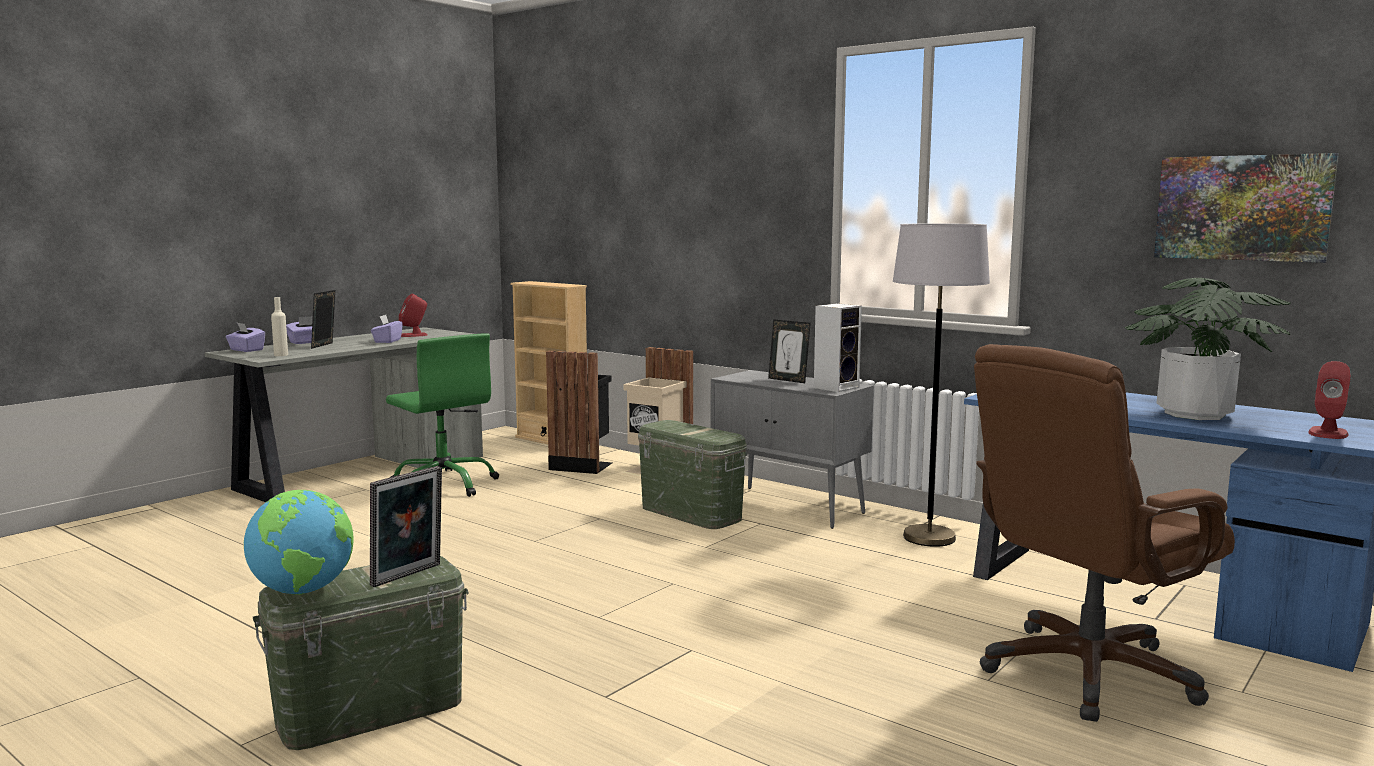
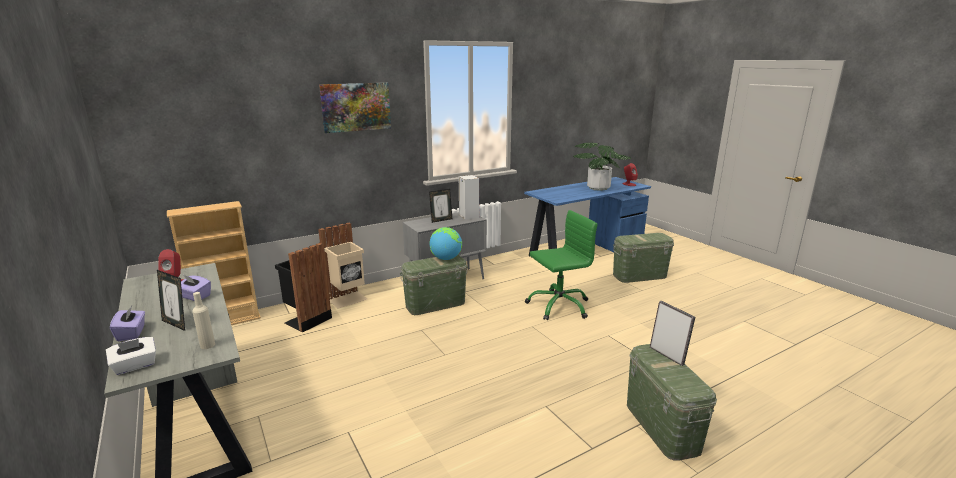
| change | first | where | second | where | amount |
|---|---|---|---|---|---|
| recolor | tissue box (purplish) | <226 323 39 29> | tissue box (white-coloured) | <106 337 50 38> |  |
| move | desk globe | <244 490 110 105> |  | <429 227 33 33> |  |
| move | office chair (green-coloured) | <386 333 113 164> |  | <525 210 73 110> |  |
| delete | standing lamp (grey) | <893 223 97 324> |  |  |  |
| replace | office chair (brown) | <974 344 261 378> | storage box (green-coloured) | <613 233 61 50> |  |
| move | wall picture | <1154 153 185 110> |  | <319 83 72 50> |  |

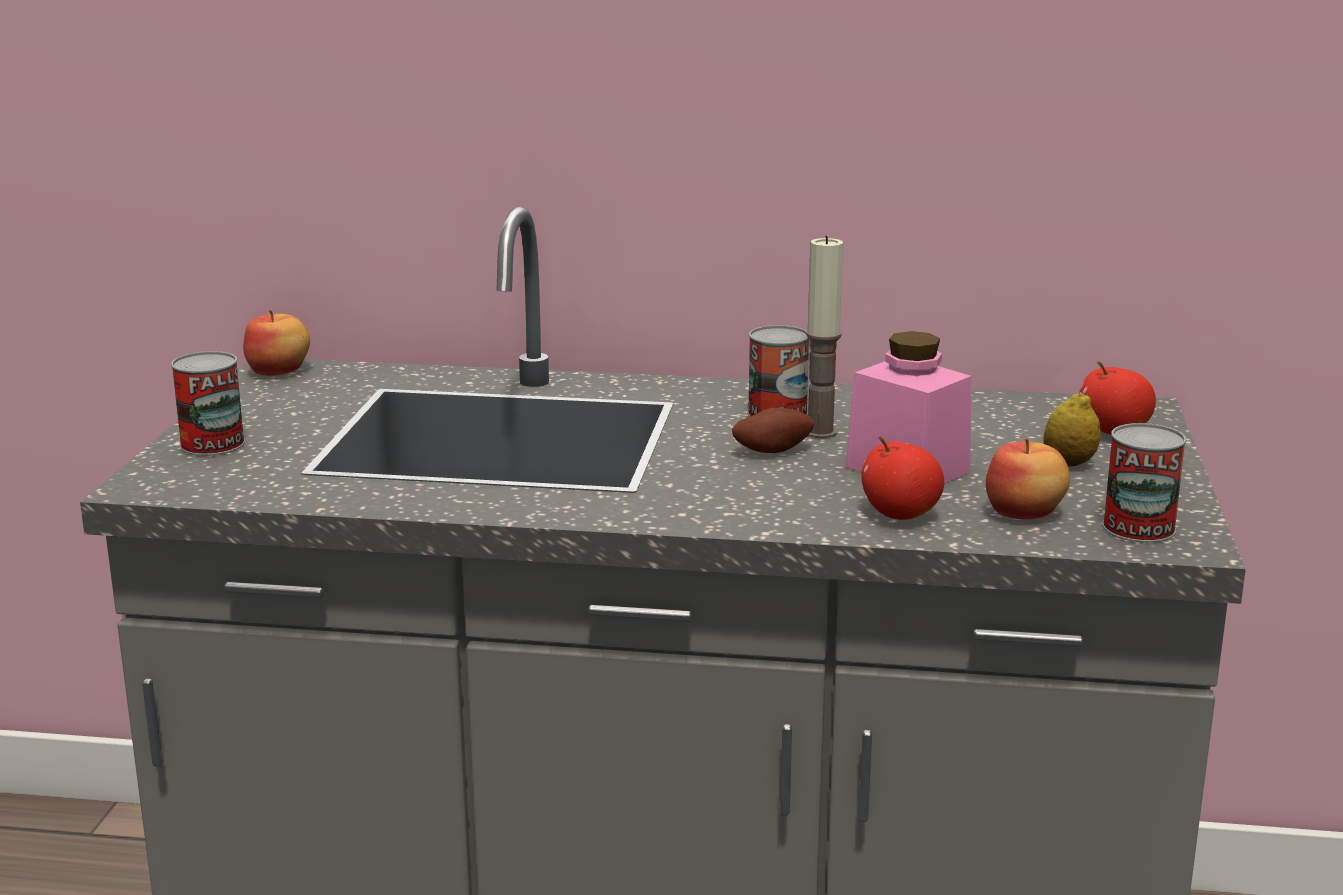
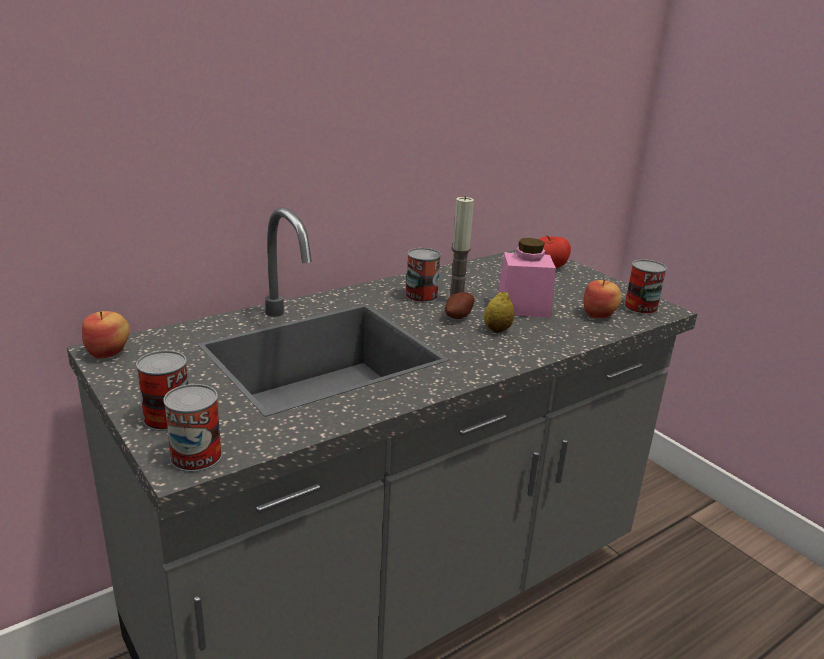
| change | first | where | second | where | amount |
|---|---|---|---|---|---|
| delete | whole apple | <861 436 83 84> |  |  |  |
| move | whole lemon | <1043 392 58 74> |  | <484 291 30 42> |  |
| insert |  |  | metal can | <163 384 59 88> |  |

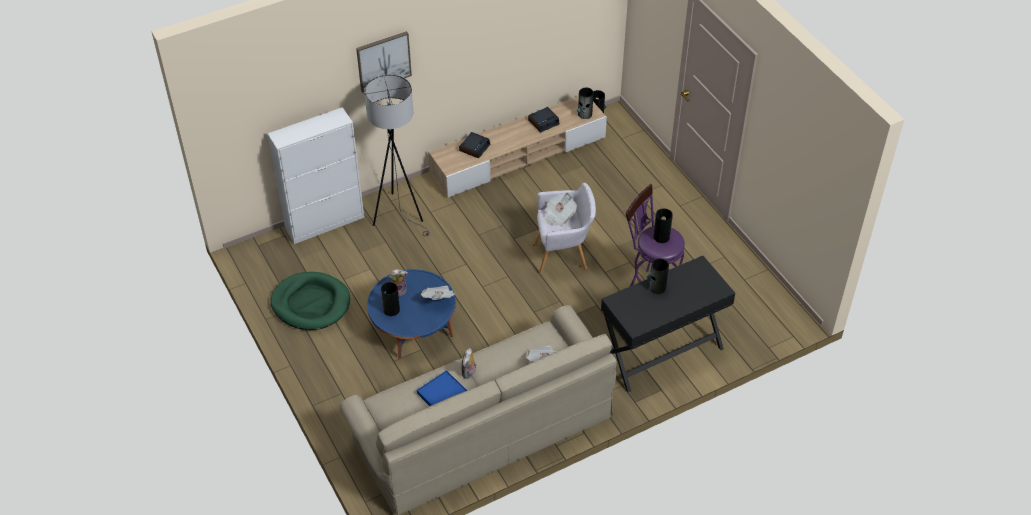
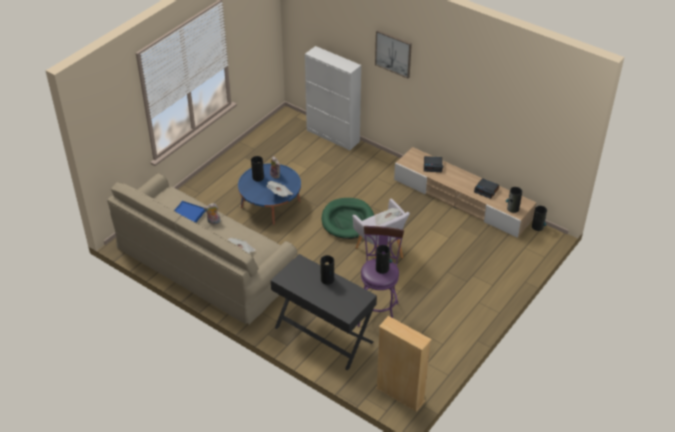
| change | first | where | second | where | amount |
|---|---|---|---|---|---|
| move | pet bed (green-coloured) | <270 272 80 58> |  | <322 198 52 41> |  |
| delete | standing lamp (grey) | <364 75 66 161> |  |  |  |
| insert |  |  | bookcase (sand-coloured) | <376 316 56 96> |  |

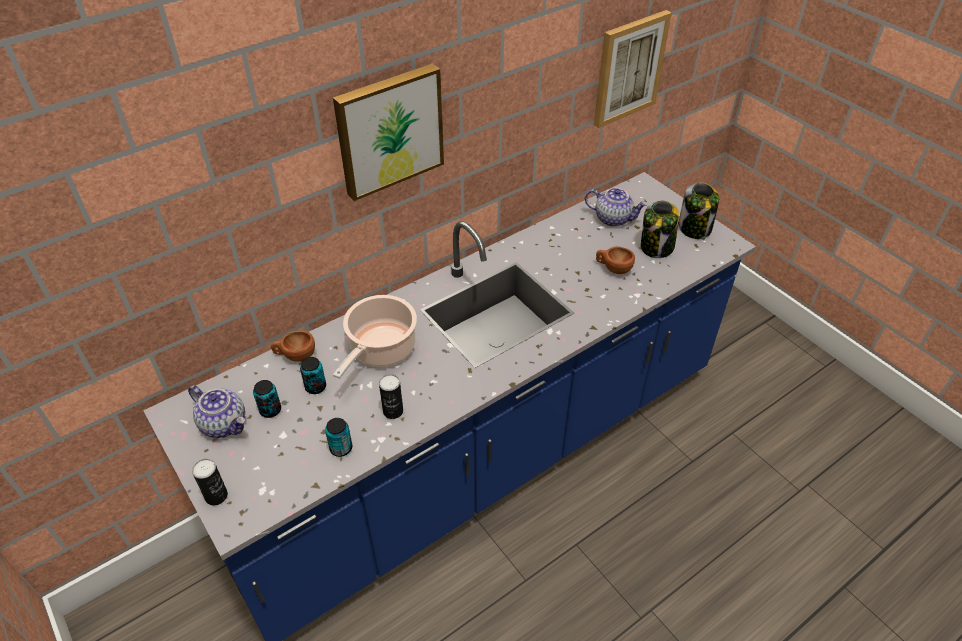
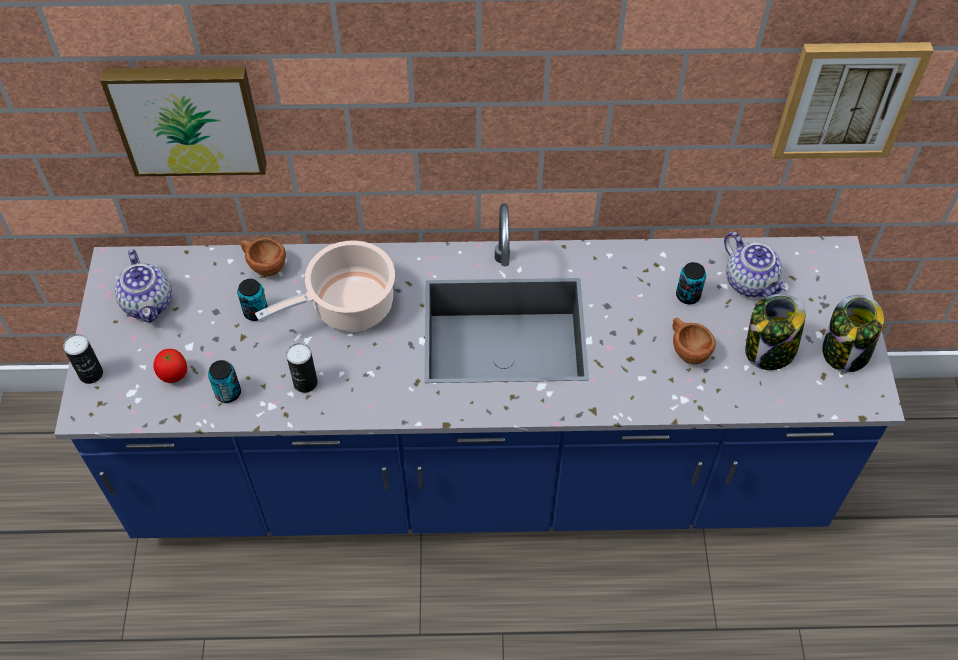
| change | first | where | second | where | amount |
|---|---|---|---|---|---|
| move | metal can | <253 380 28 38> |  | <676 262 30 42> |  |
| move | wall picture | <333 63 111 138> |  | <100 67 167 110> |  |
| insert |  |  | fresh tomato | <153 349 34 34> |  |

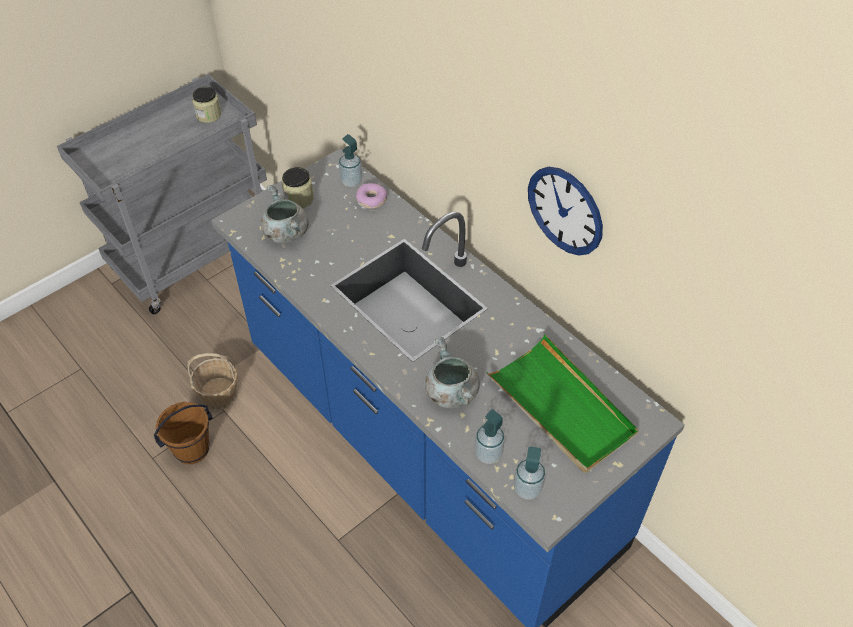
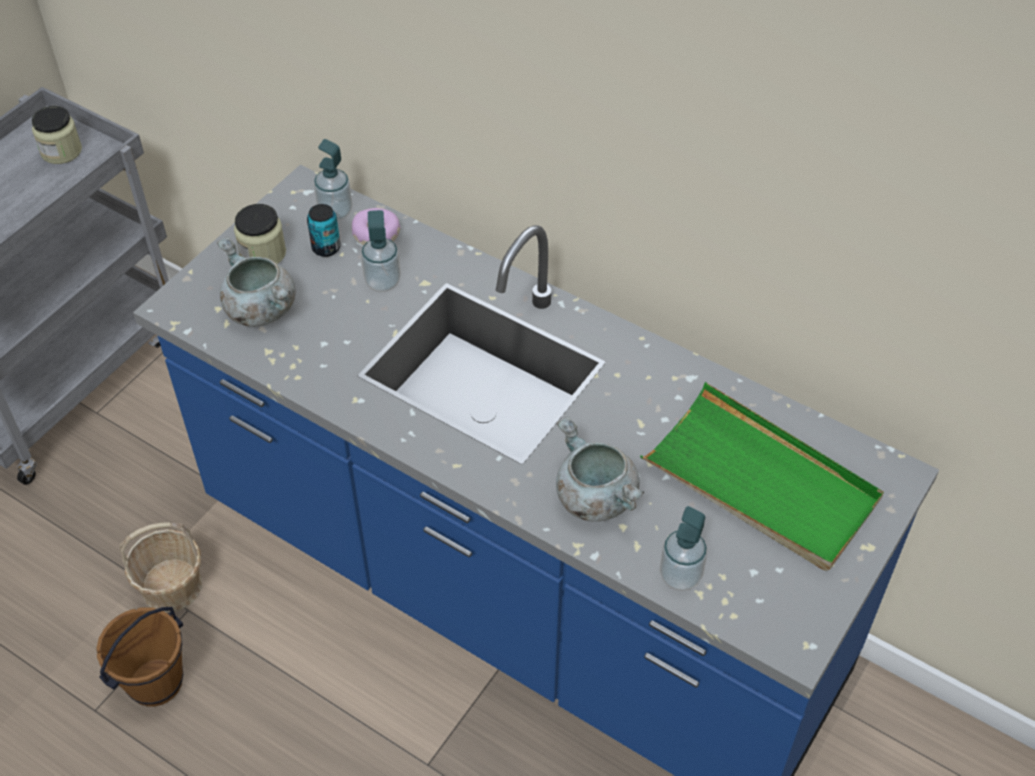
| change | first | where | second | where | amount |
|---|---|---|---|---|---|
| move | soap bottle | <514 446 31 54> |  | <361 210 40 82> |  |
| delete | wall clock | <528 167 75 89> |  |  |  |
| insert |  |  | metal can | <307 204 34 53> |  |

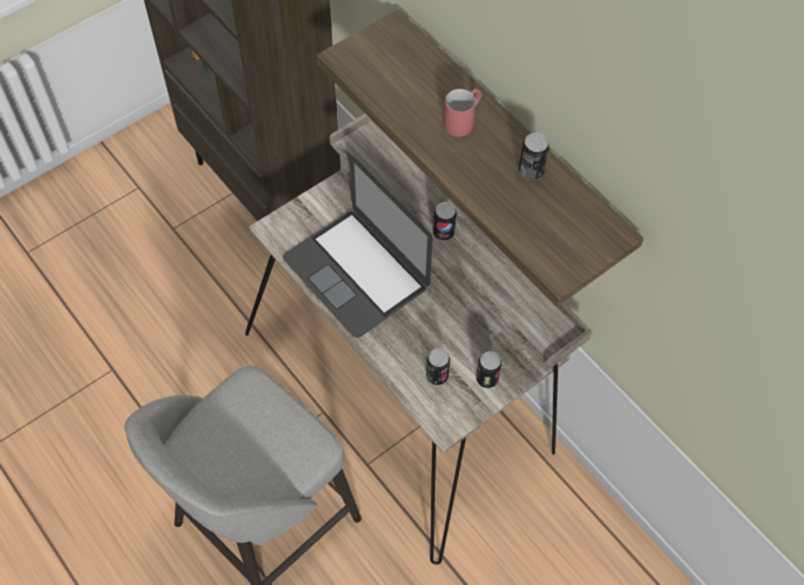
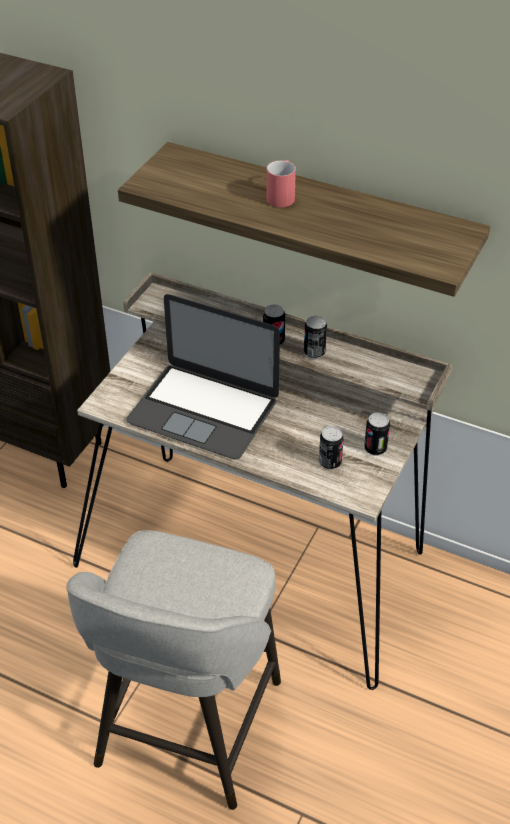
| change | first | where | second | where | amount |
|---|---|---|---|---|---|
| move | metal can | <519 133 30 47> |  | <304 316 23 43> |  |

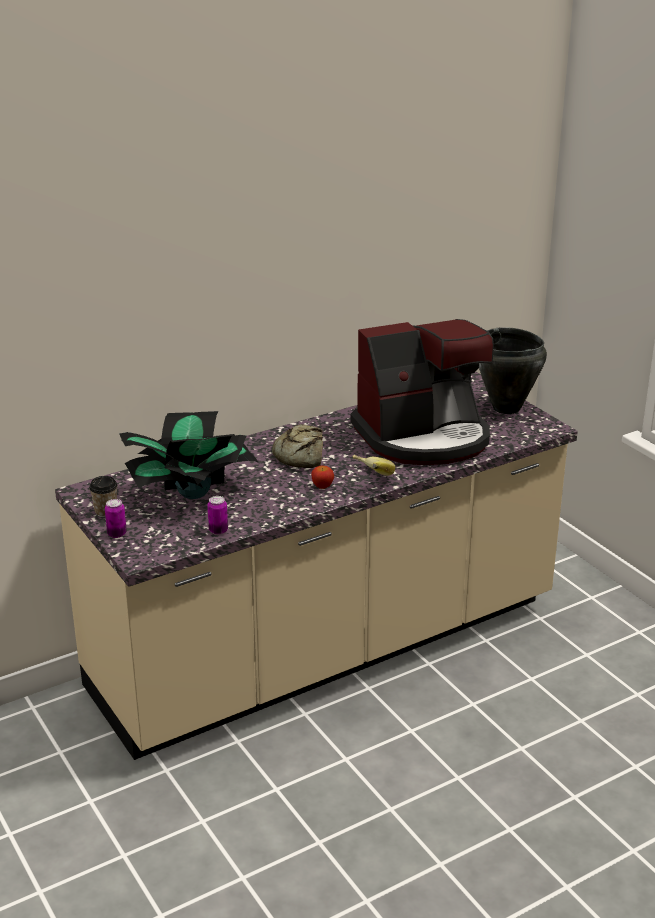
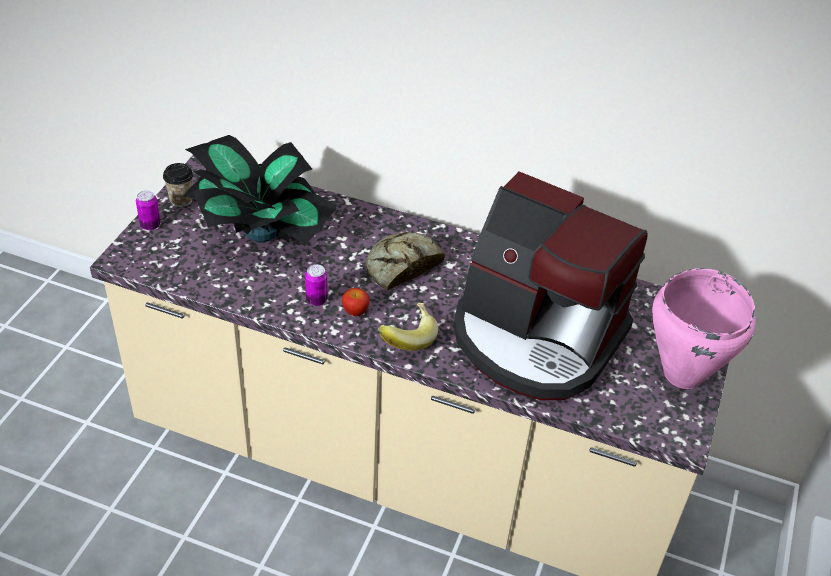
| change | first | where | second | where | amount |
|---|---|---|---|---|---|
| move | metal can | <207 496 21 39> |  | <305 264 23 42> |  |
| recolor | stockpot (blackish) | <479 327 68 87> | stockpot (pinkish) | <652 268 104 121> |  |

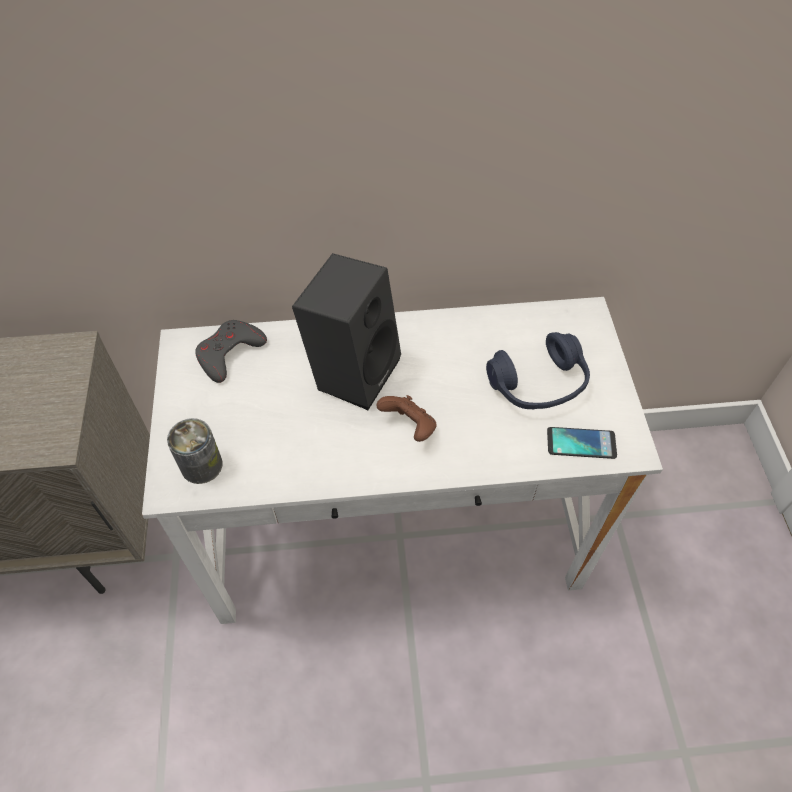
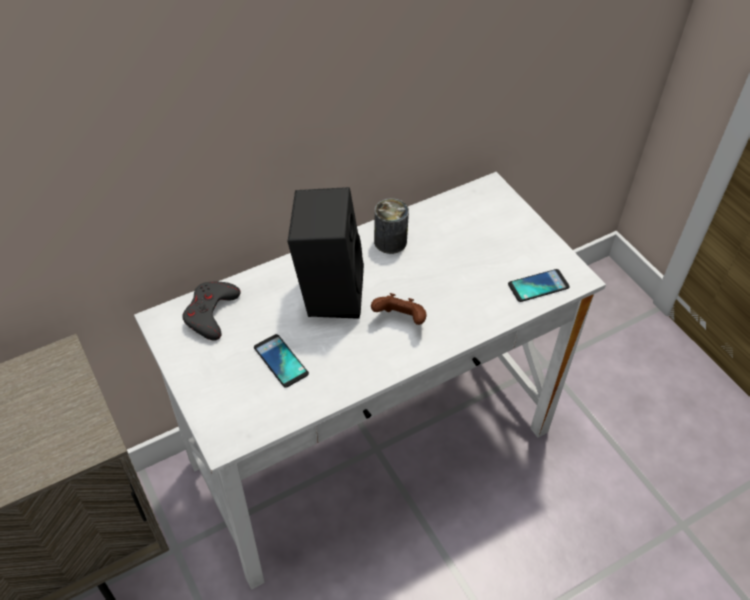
| change | first | where | second | where | amount |
|---|---|---|---|---|---|
| move | metal can | <167 418 55 66> |  | <374 198 35 56> |  |
| delete | headset (bluish) | <486 332 104 77> |  |  |  |
| insert |  |  | telephone | <254 334 55 54> |  |

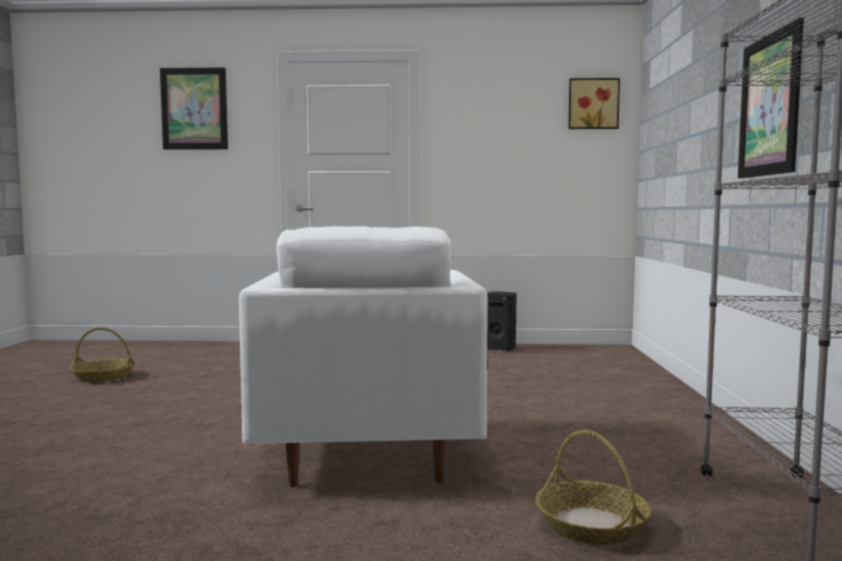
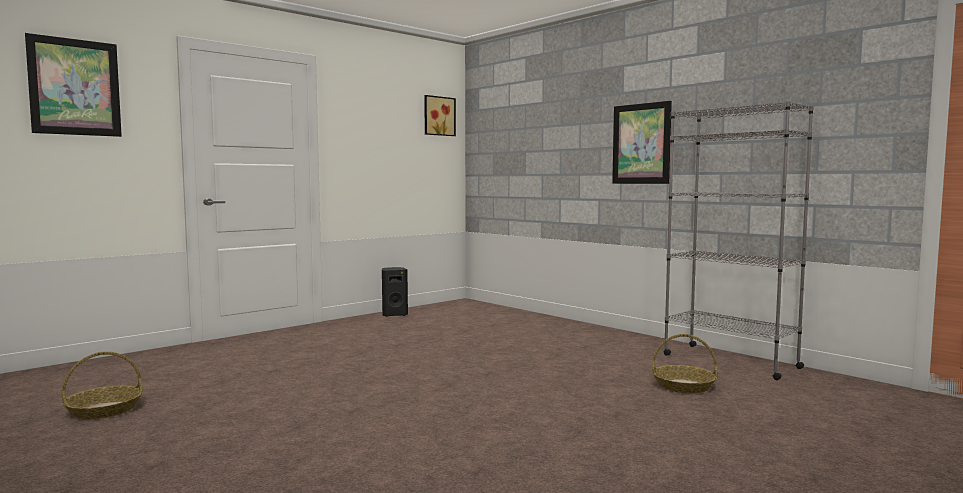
| change | first | where | second | where | amount |
|---|---|---|---|---|---|
| delete | lounge chair (white-coloured) | <239 226 249 261> |  |  |  |

